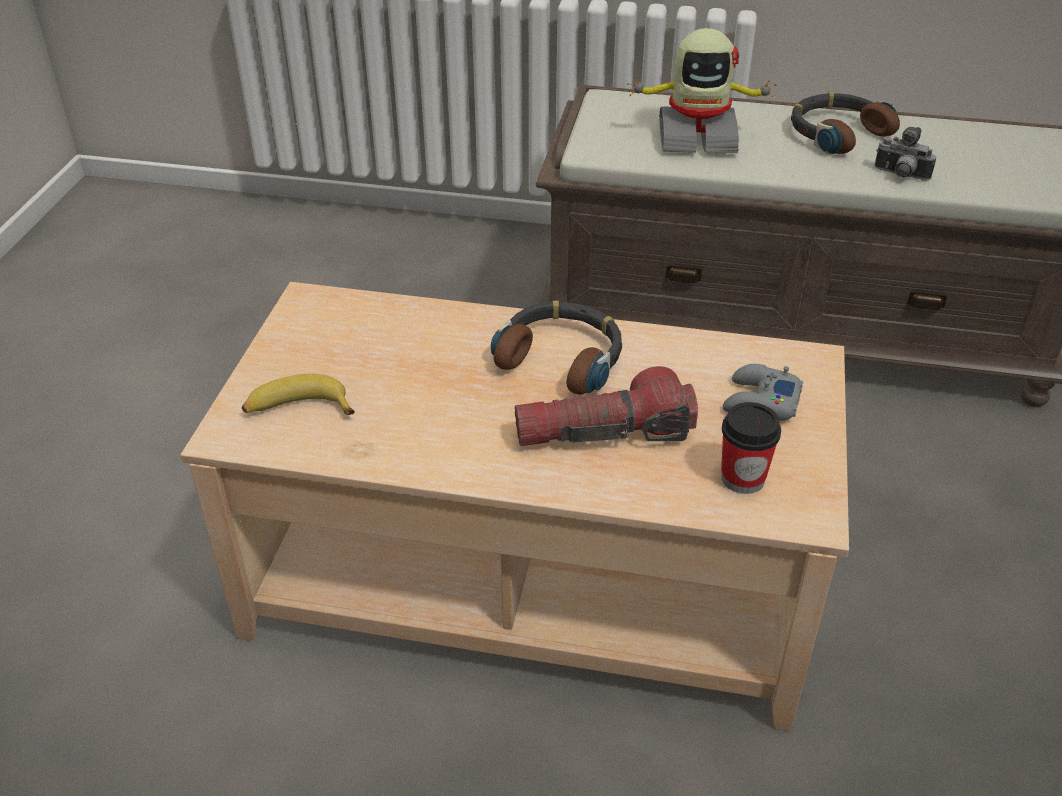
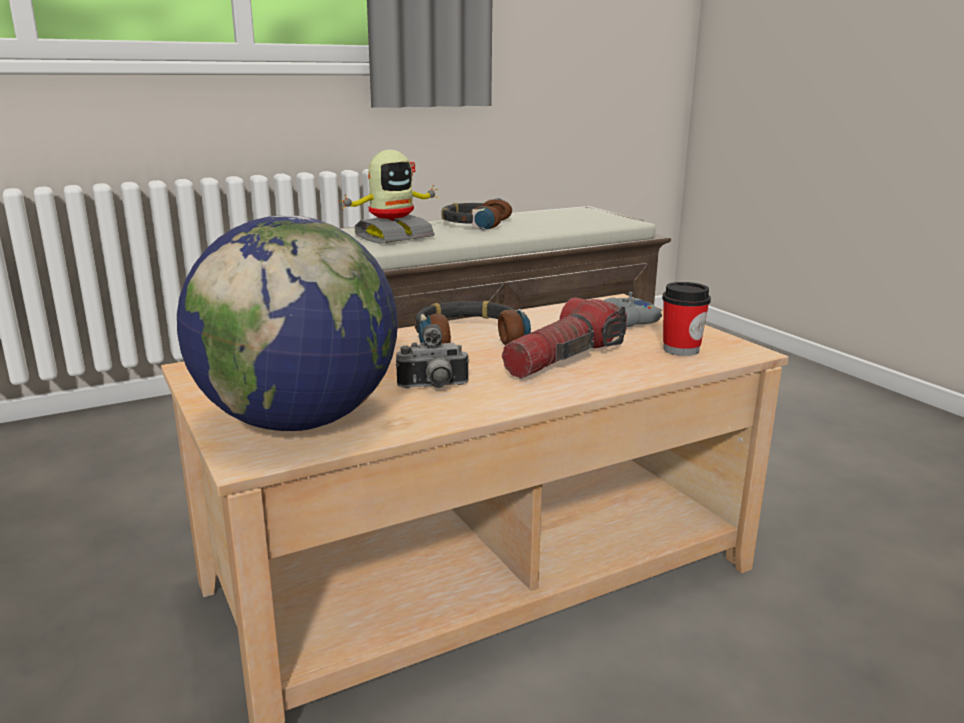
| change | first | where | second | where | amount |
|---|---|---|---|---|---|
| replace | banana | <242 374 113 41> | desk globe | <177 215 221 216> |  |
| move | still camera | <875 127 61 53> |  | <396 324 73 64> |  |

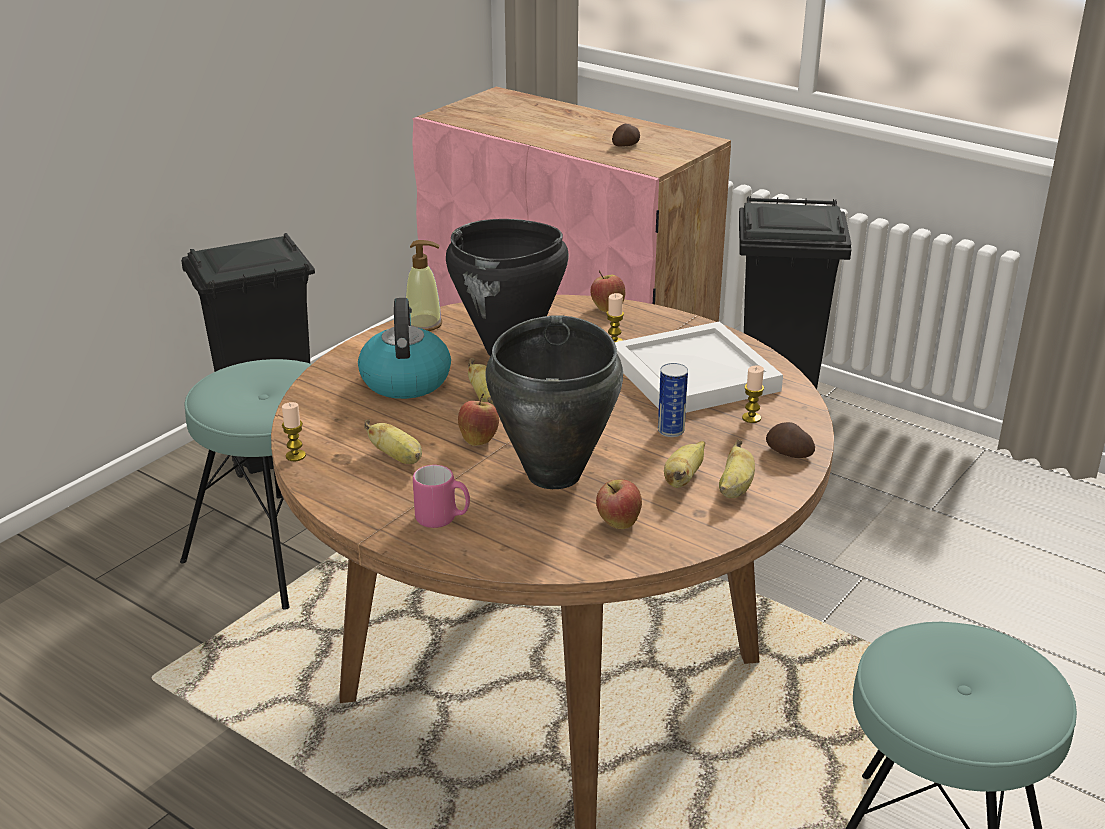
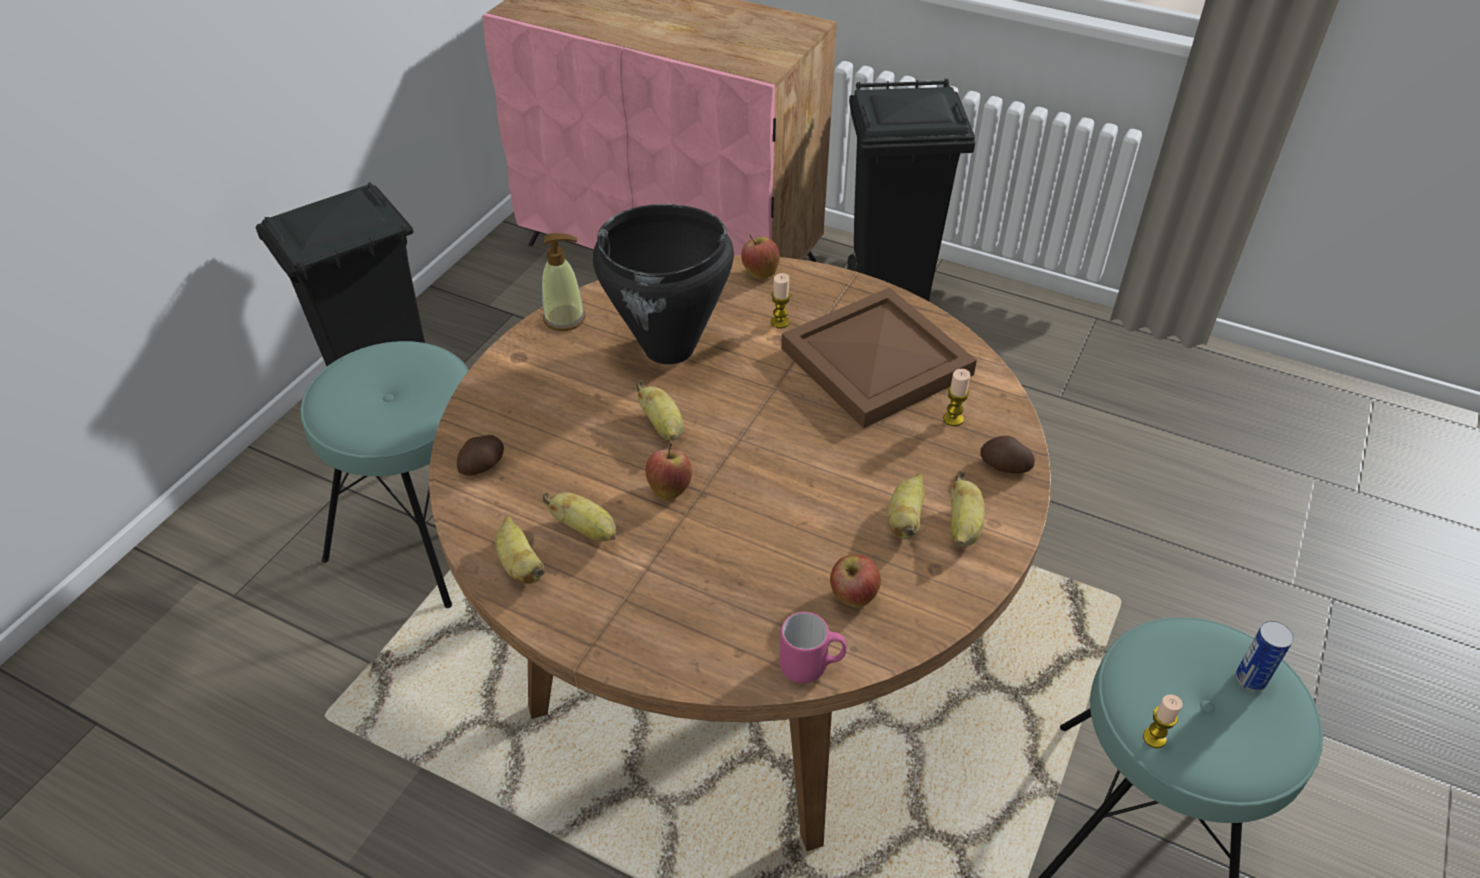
| change | first | where | second | where | amount |
|---|---|---|---|---|---|
| move | wax light | <282 402 24 59> |  | <1143 695 40 53> |  |
| delete | tea kettle | <358 298 93 101> |  |  |  |
| move | coffee mug (pinkish) | <413 465 57 63> |  | <779 612 68 71> |  |
| delete | stockpot (blackish) | <485 315 138 174> |  |  |  |
| move | potato | <612 124 28 23> |  | <457 435 47 41> |  |
| recolor | tray (white-coloured) | <615 322 168 91> | tray (brown) | <781 287 196 141> |  |
| move | metal can | <658 363 30 74> |  | <1235 621 59 71> |  |
| insert |  |  | banana | <495 516 50 68> |  |

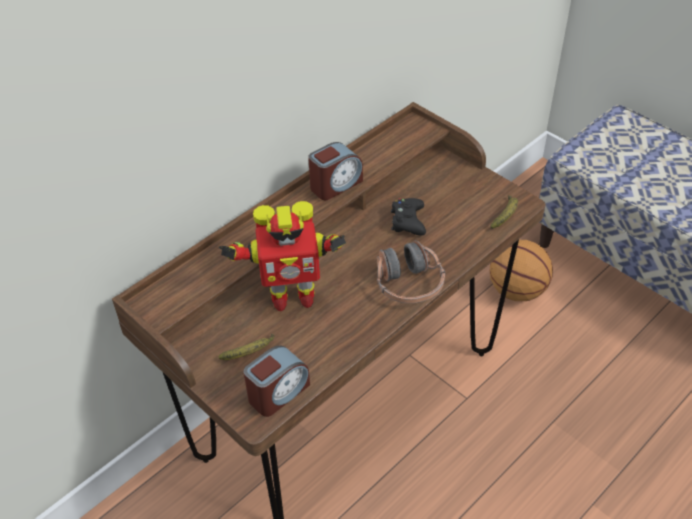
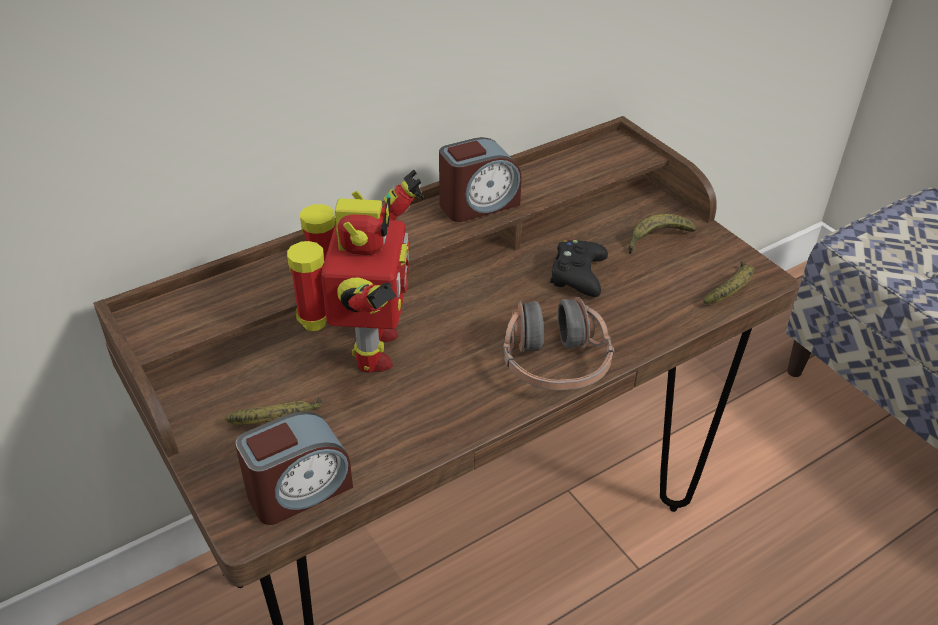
| change | first | where | second | where | amount |
|---|---|---|---|---|---|
| rotate | model robot | <219 201 127 110> |  | <287 169 137 204> | 90 degrees counterclockwise |
| delete | ball for basketball | <490 240 63 61> |  |  |  |
| insert |  |  | banana | <628 214 68 40> |  |

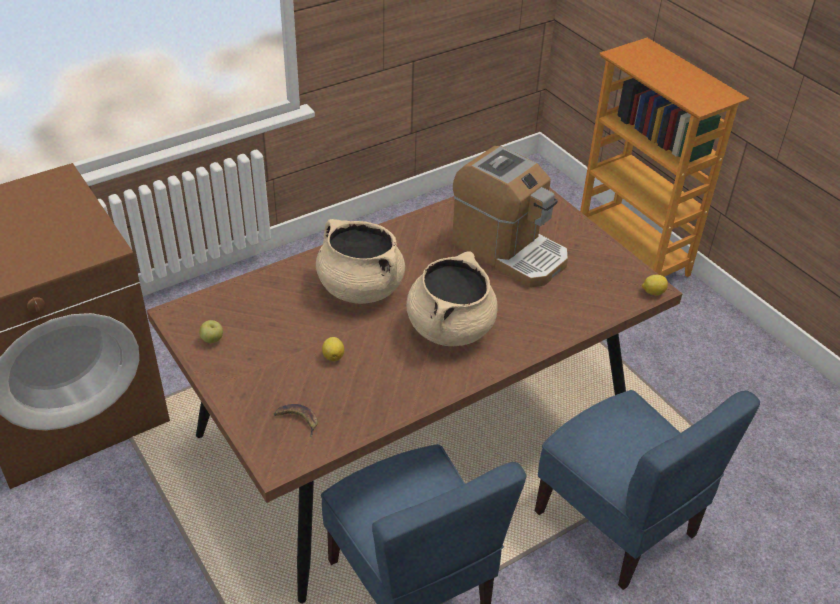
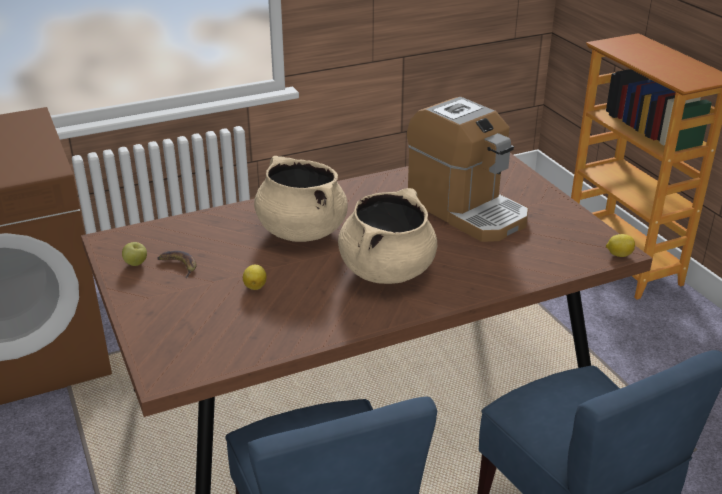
| change | first | where | second | where | amount |
|---|---|---|---|---|---|
| move | banana | <274 404 44 33> |  | <157 251 40 27> |  |

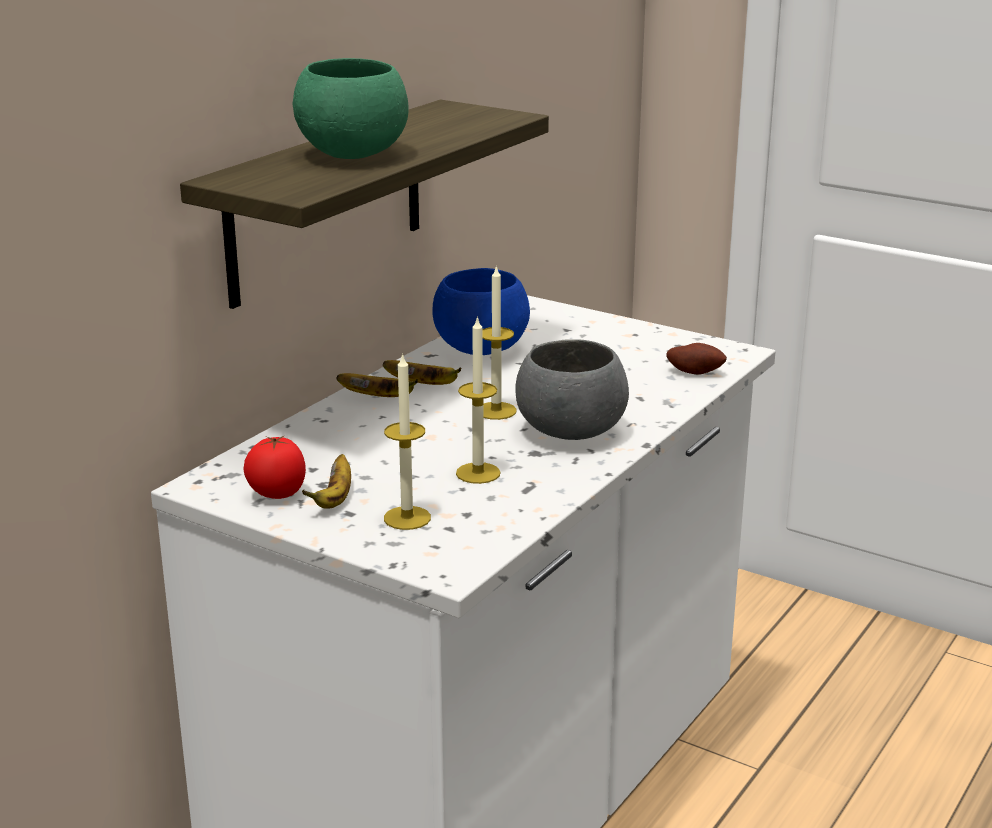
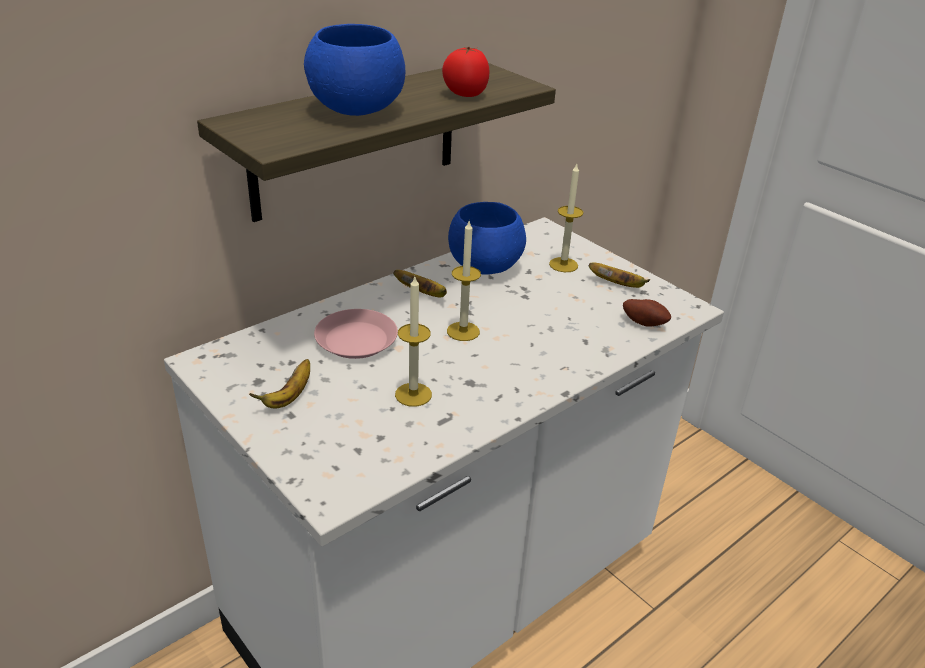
| change | first | where | second | where | amount |
|---|---|---|---|---|---|
| move | fresh tomato | <243 436 63 63> |  | <442 47 48 50> |  |
| recolor | deep dish (green-coloured) | <293 58 115 101> | deep dish (bluish) | <304 24 101 92> |  |
| move | banana | <336 373 82 24> |  | <589 262 61 26> |  |
| move | wax light | <384 353 47 177> |  | <549 164 34 108> |  |
| delete | deep dish (grey) | <516 339 113 101> |  |  |  |
| insert |  |  | flat dish (pinkish) | <314 309 84 50> |  |

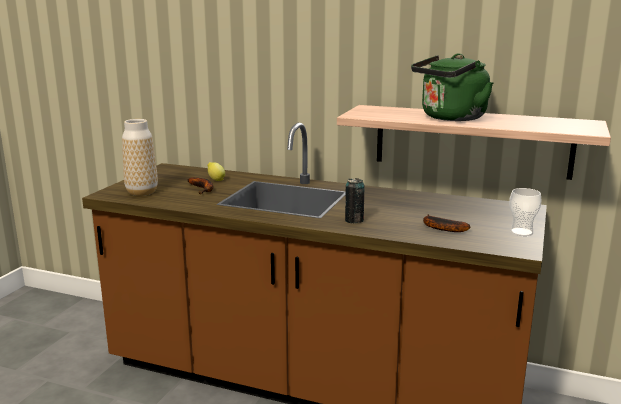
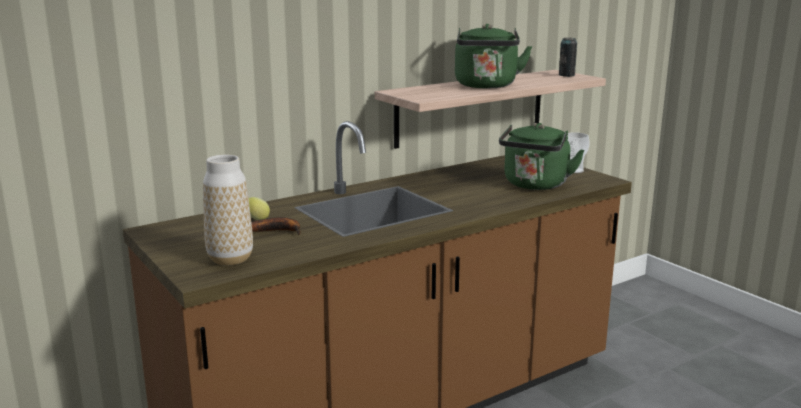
| change | first | where | second | where | amount |
|---|---|---|---|---|---|
| move | metal can | <345 178 20 46> |  | <559 38 18 39> |  |
| replace | banana | <423 214 47 18> | tea kettle (green-coloured) | <499 123 86 67> |  |

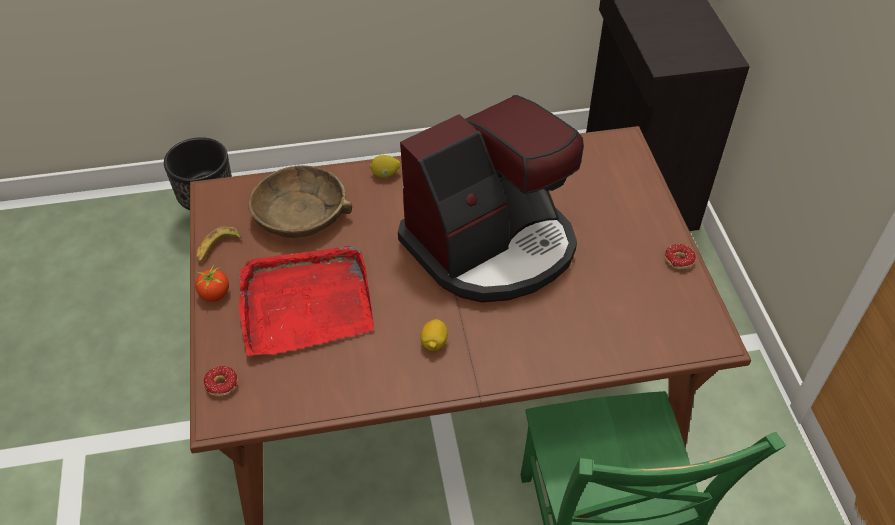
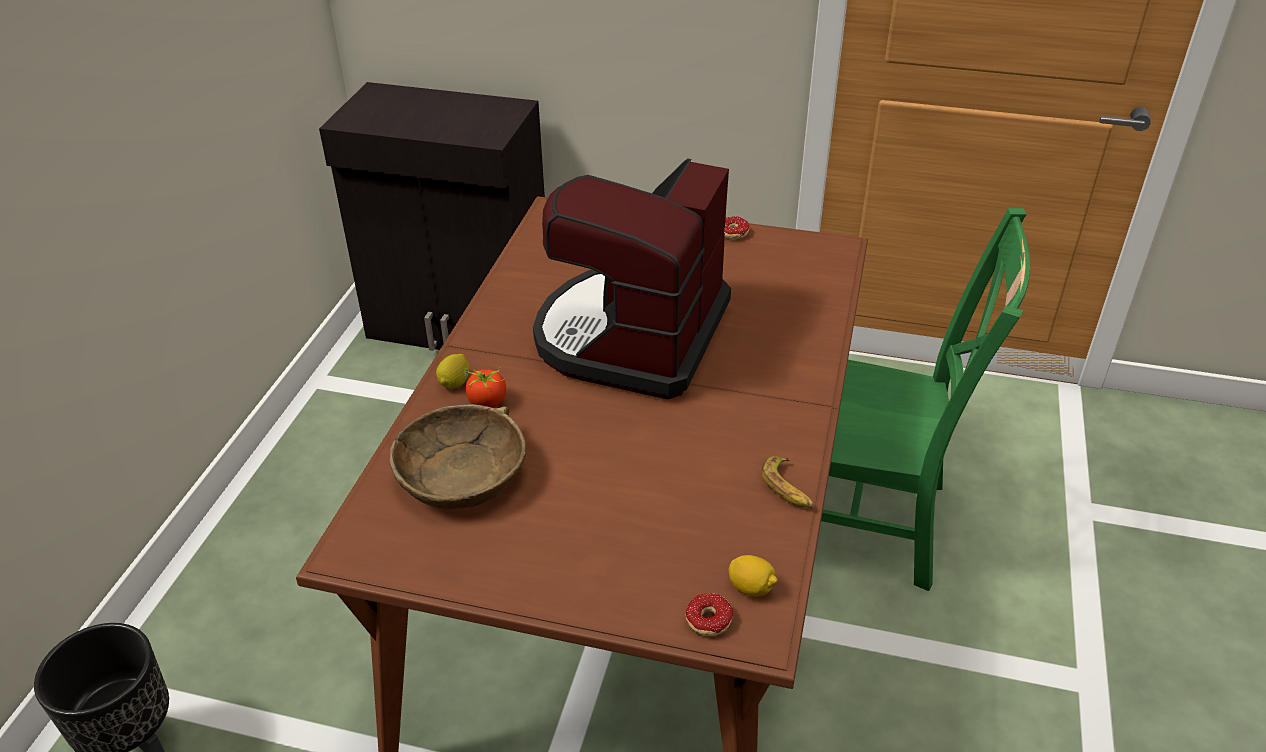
| change | first | where | second | where | amount |
|---|---|---|---|---|---|
| move | fresh tomato | <195 264 34 38> |  | <466 370 40 38> |  |
| move | banana | <196 226 46 37> |  | <761 456 53 52> |  |
| delete | tray (red) | <239 246 135 110> |  |  |  |
| rotate | coffee brewer | <398 95 186 208> |  | <533 158 198 241> | 150 degrees counterclockwise |
| move | whole lemon | <420 319 28 32> |  | <728 555 50 42> |  |

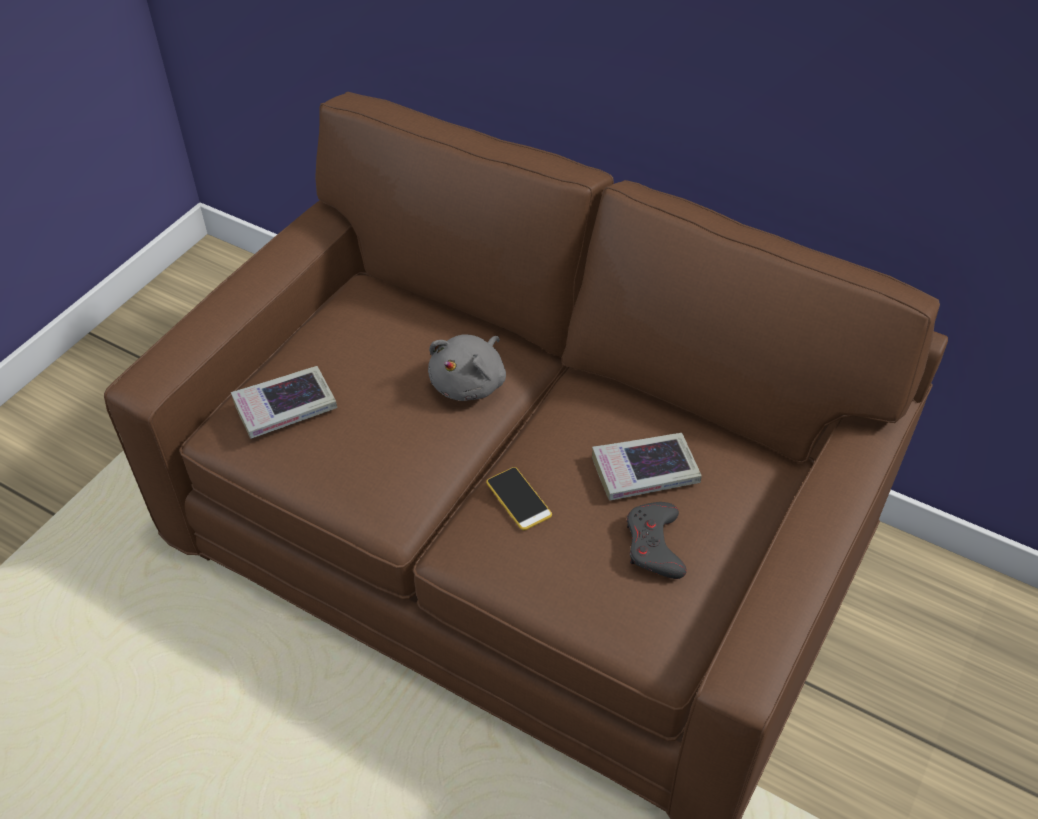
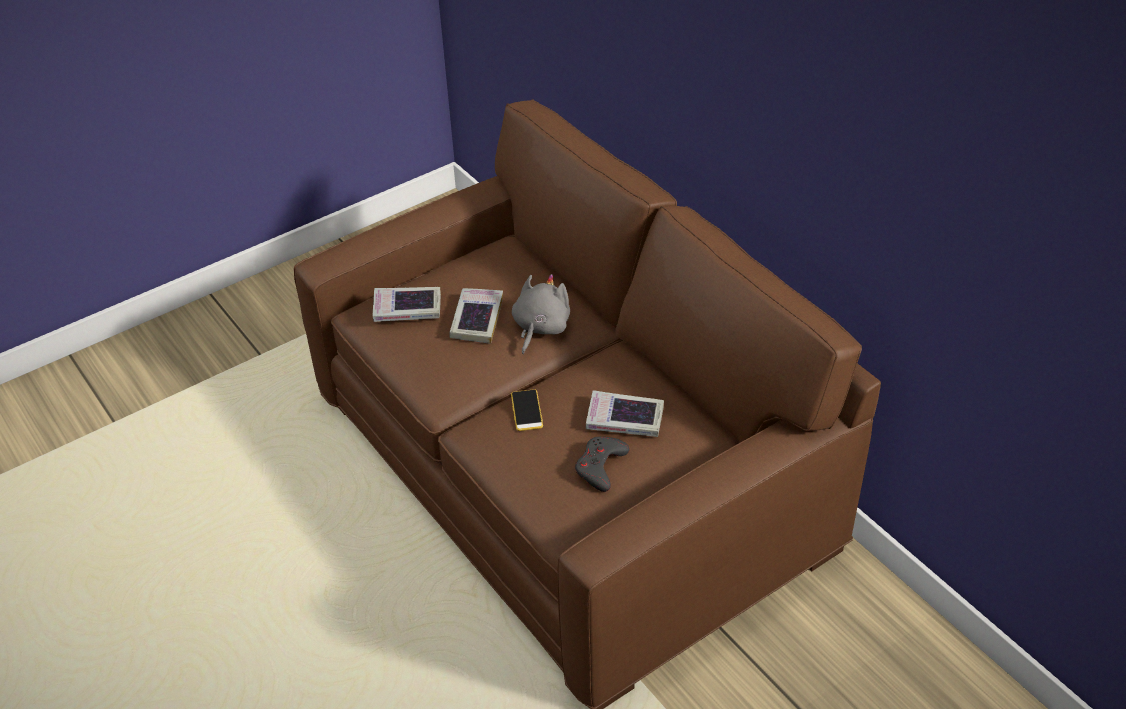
| change | first | where | second | where | amount |
|---|---|---|---|---|---|
| rotate | plush toy (grey) | <428 334 78 67> |  | <512 274 58 80> | 150 degrees clockwise |
| insert |  |  | bound book | <449 288 54 56> |  |

